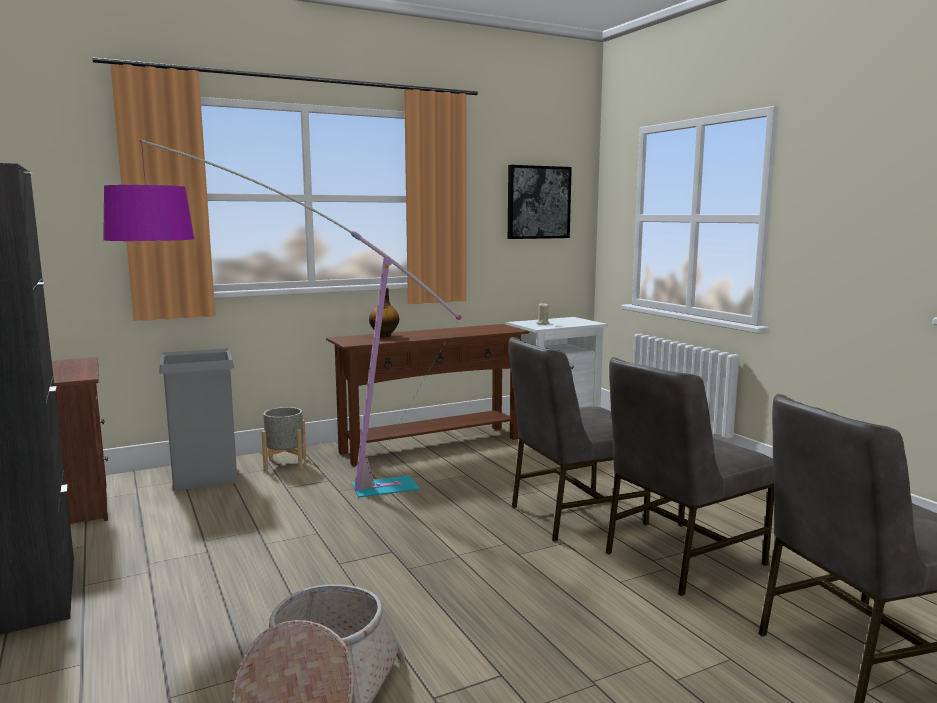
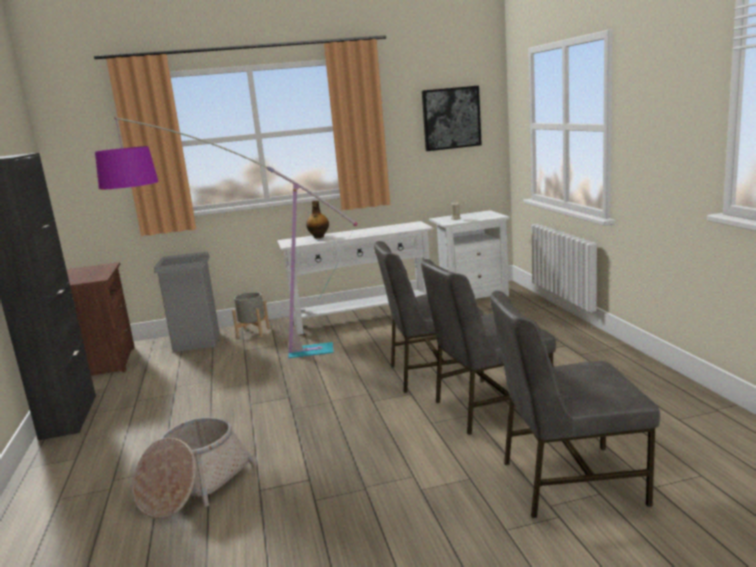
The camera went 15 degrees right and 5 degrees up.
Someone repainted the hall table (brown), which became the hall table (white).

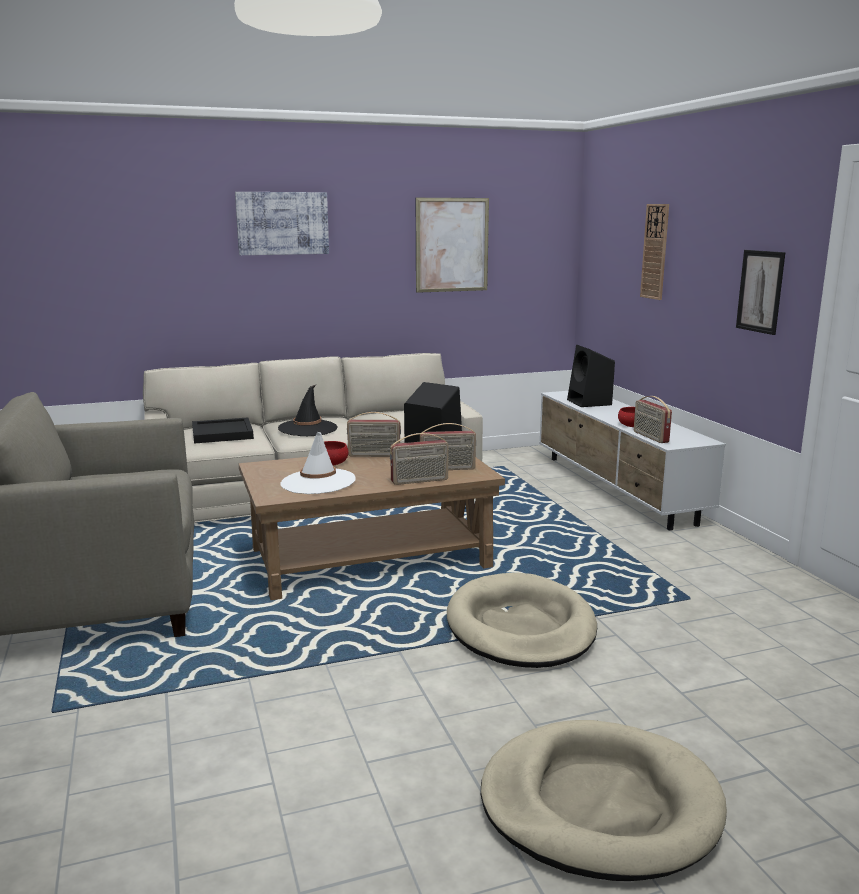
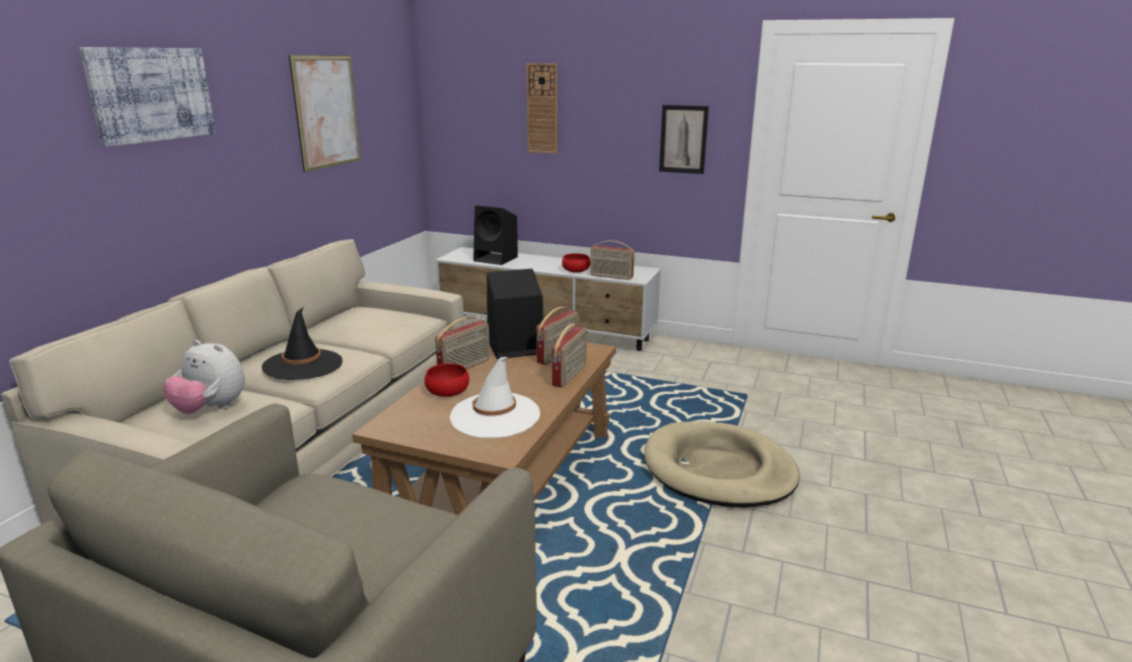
The camera went 50 degrees left and 5 degrees up.
Someone swapped the serving tray (black-coloured) for the soft toy.
Someone took away the dog bed (beige-coloured) (2nd from left).

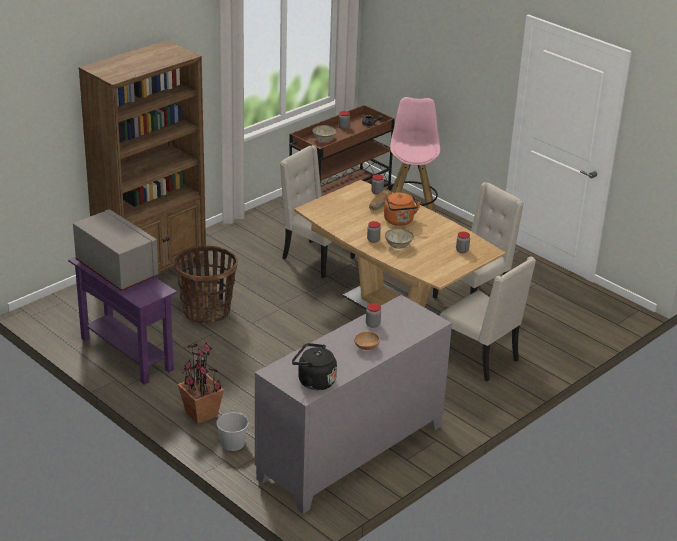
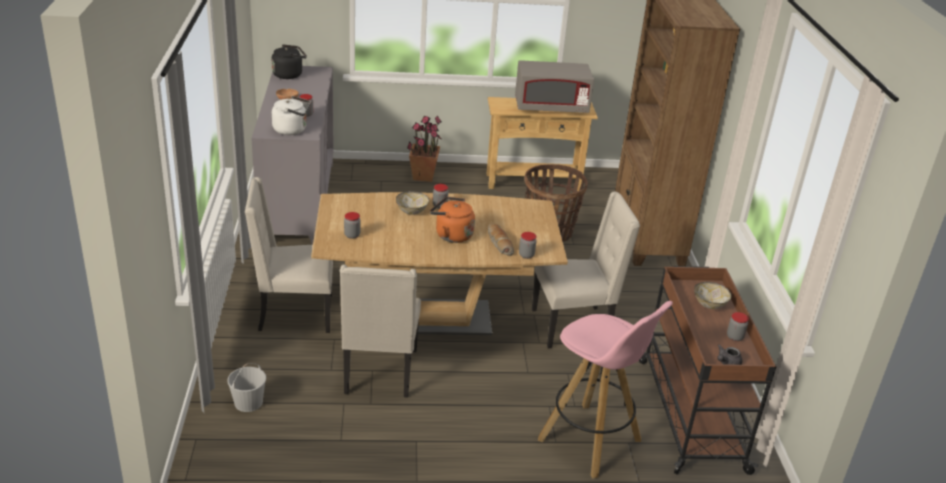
The camera went 130 degrees right and 0 degrees up.
Someone repainted the hall table (purple), which became the hall table (beige-coloured).
Someone carried the water bucket (white).
Someone put down the kettle (white).

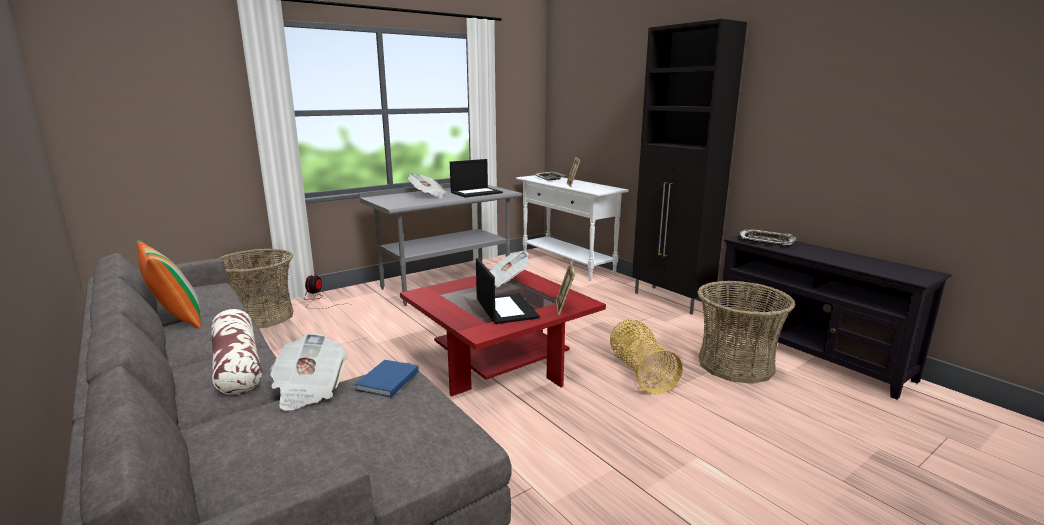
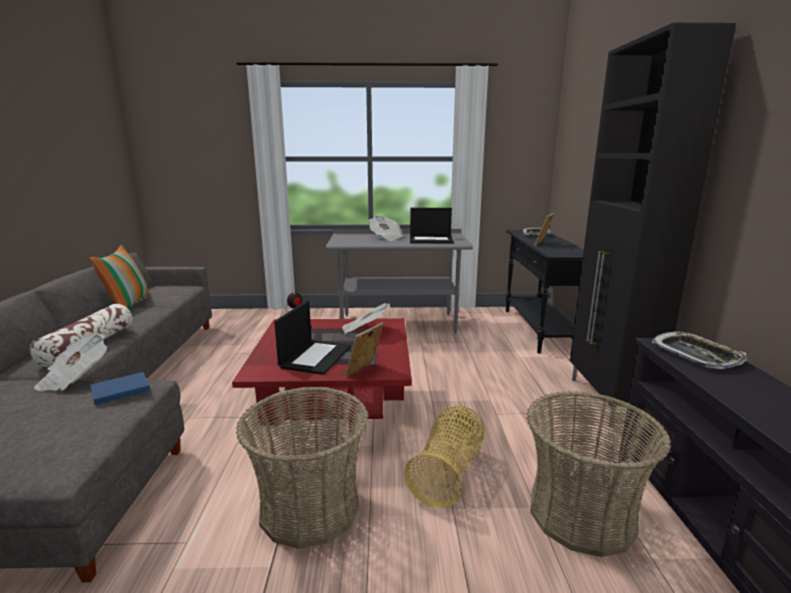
The camera went 35 degrees right and 0 degrees up.
Someone carried the household basket (1st from left).
Someone repainted the hall table (white), which became the hall table (black-coloured).

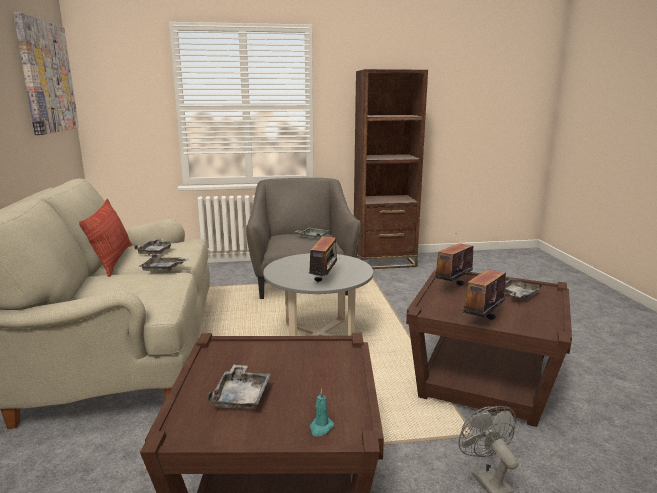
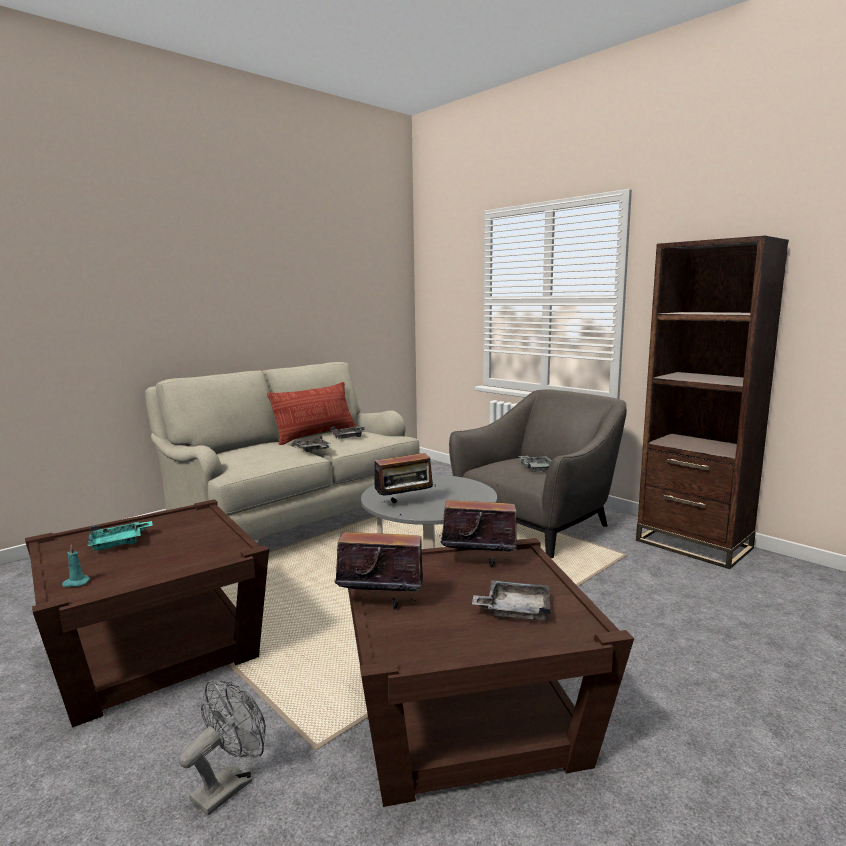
The camera went 55 degrees right and 5 degrees down.
Someone took away the picture.
Someone repainted the serving tray (grey) (3rd from left), which became the serving tray (turquoise).

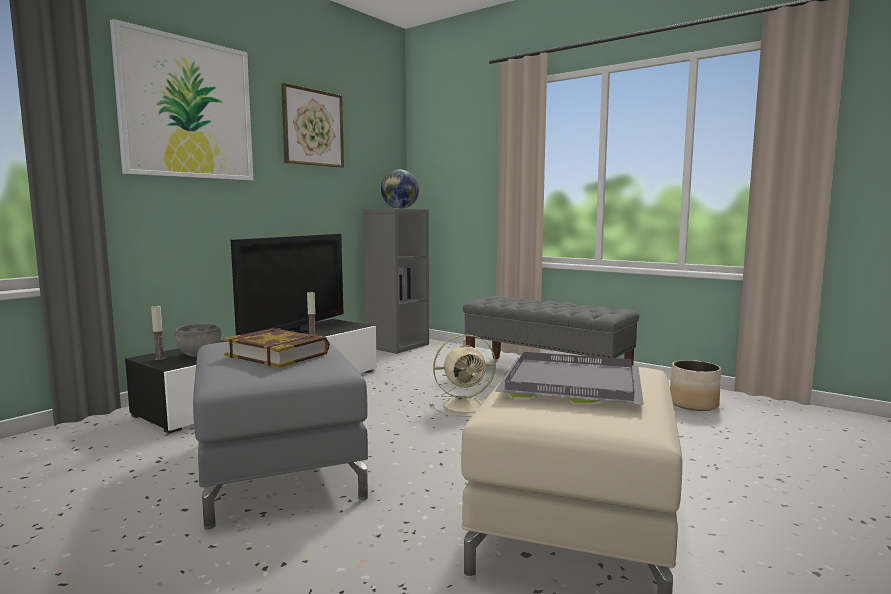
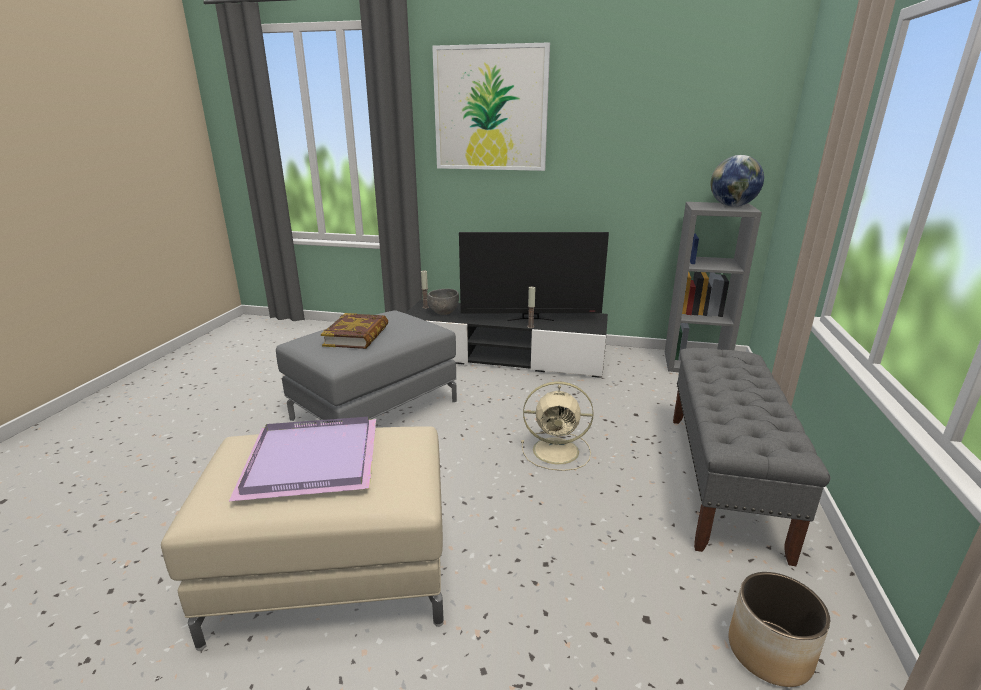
The camera went 65 degrees right and 15 degrees up.
Someone took away the picture (2nd from left).
Someone rotated the electric fan (beige-coloured) by 45 degrees counterclockwise.
Someone repainted the serving tray (grey), which became the serving tray (purple).

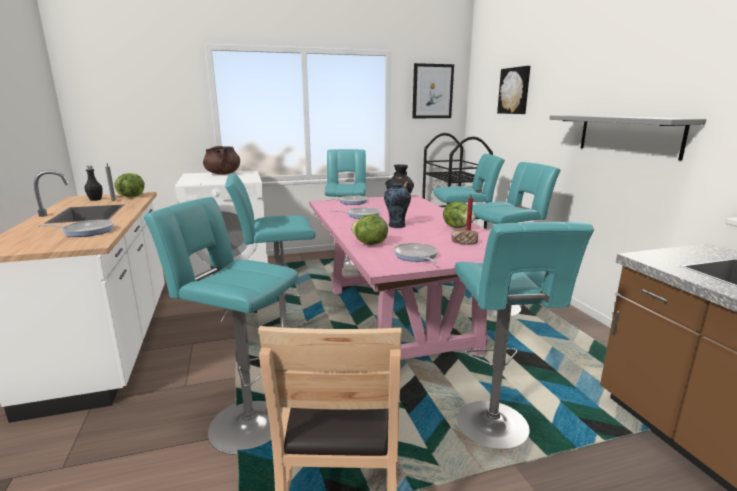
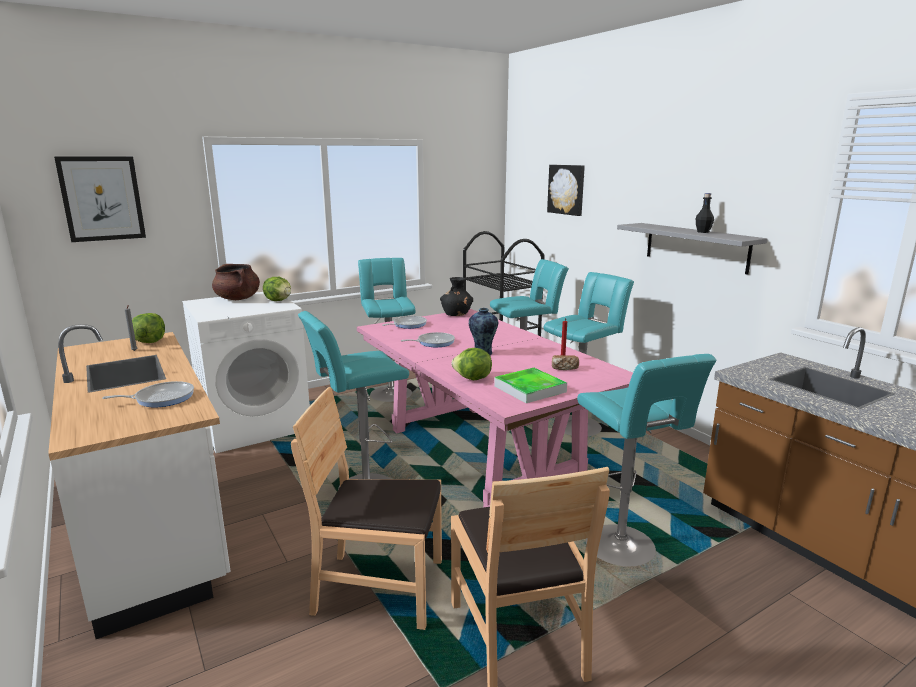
The camera went 15 degrees left and 0 degrees up.
Someone carried the beverage bottle (black-coloured).
Someone swapped the stool (turquoise) (1st from left) for the plain chair (brown) (1st from left).
Someone swapped the skillet (4th from left) for the serving tray.
Someone carried the picture (1st from left).
Someone carried the head of lettuce (3rd from left in the first image).

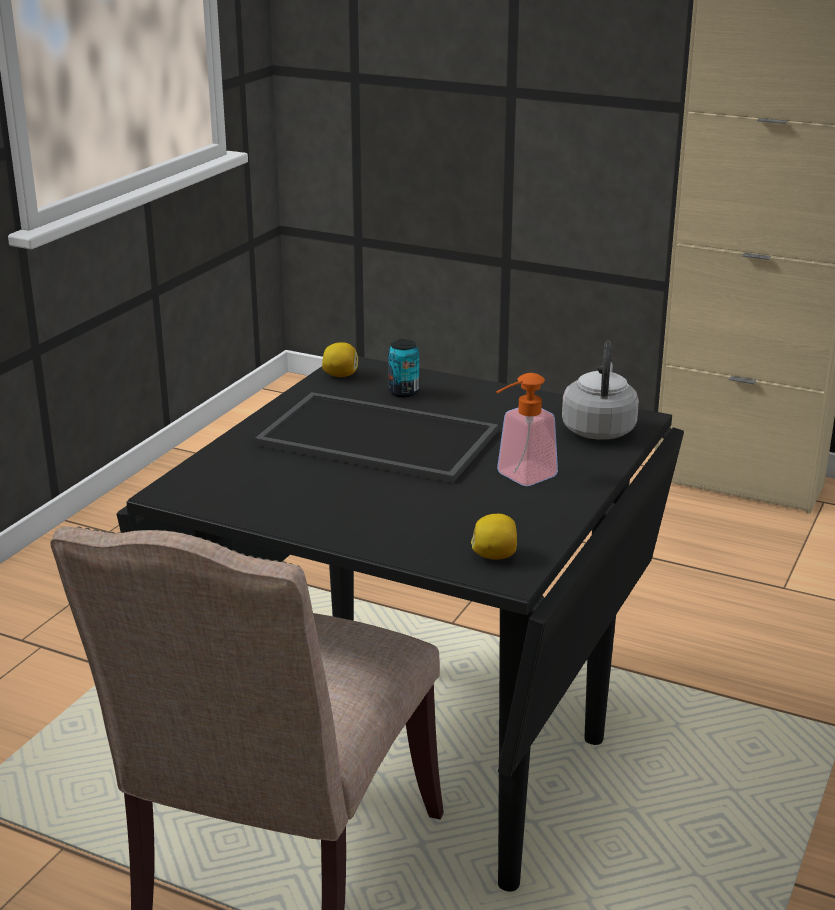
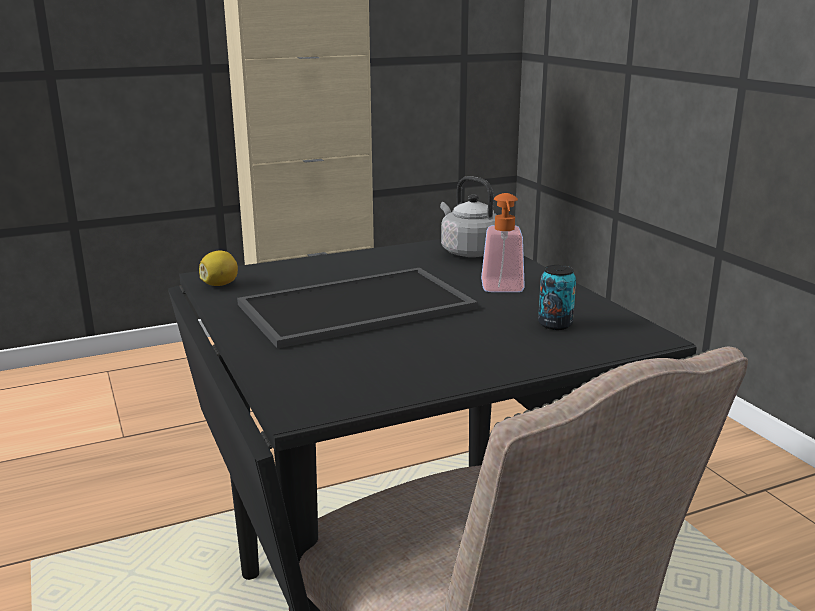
The camera went 50 degrees left and 5 degrees down.
Someone carried the sealed can.
Someone took away the citrus fruit (2nd from left).

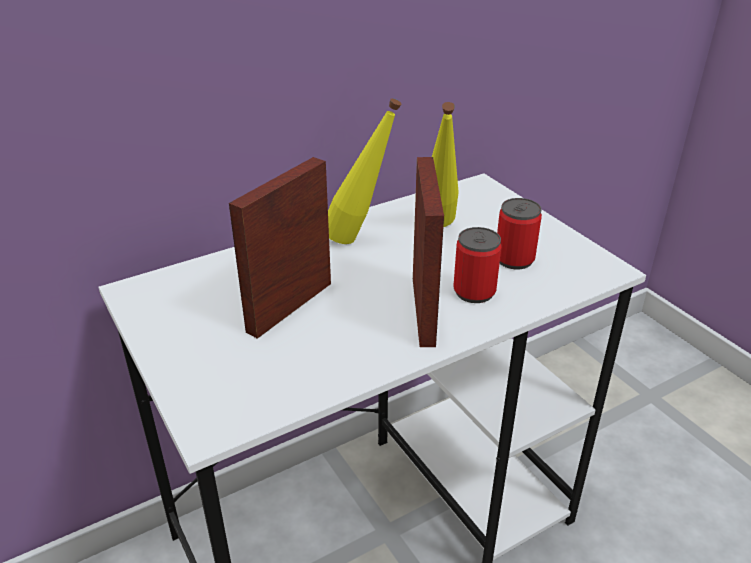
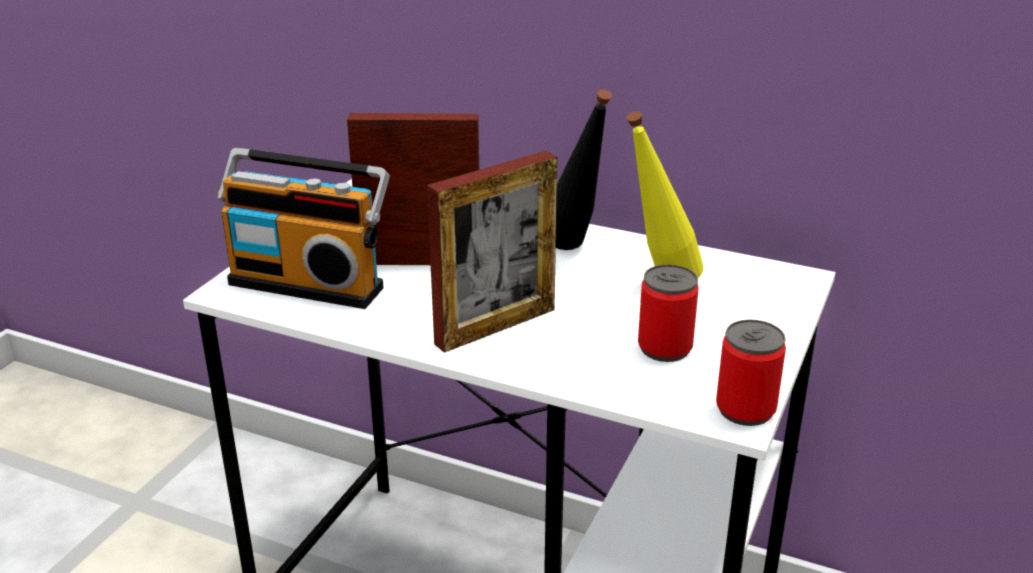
The camera went 55 degrees right and 5 degrees down.
Someone repainted the beverage bottle (yellowish) (1st from left), which became the beverage bottle (black-coloured).
Someone carried the sealed can (1st from left in the first image).
Someone put down the radio set.

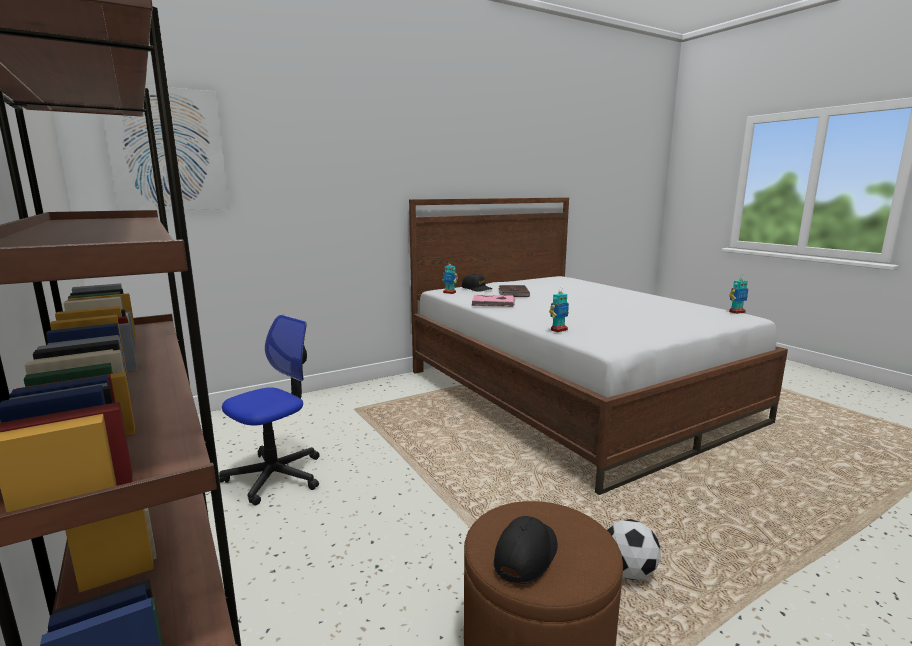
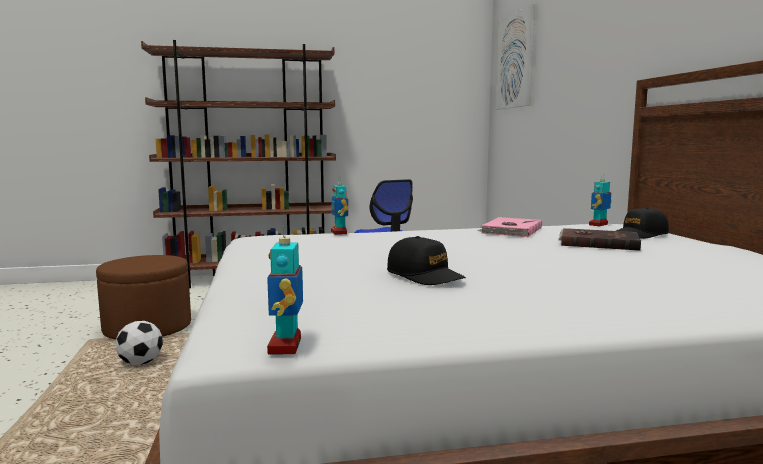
The camera went 110 degrees right and 5 degrees down.
Someone carried the peaked cap (black-coloured) (2nd from left in the first image).

